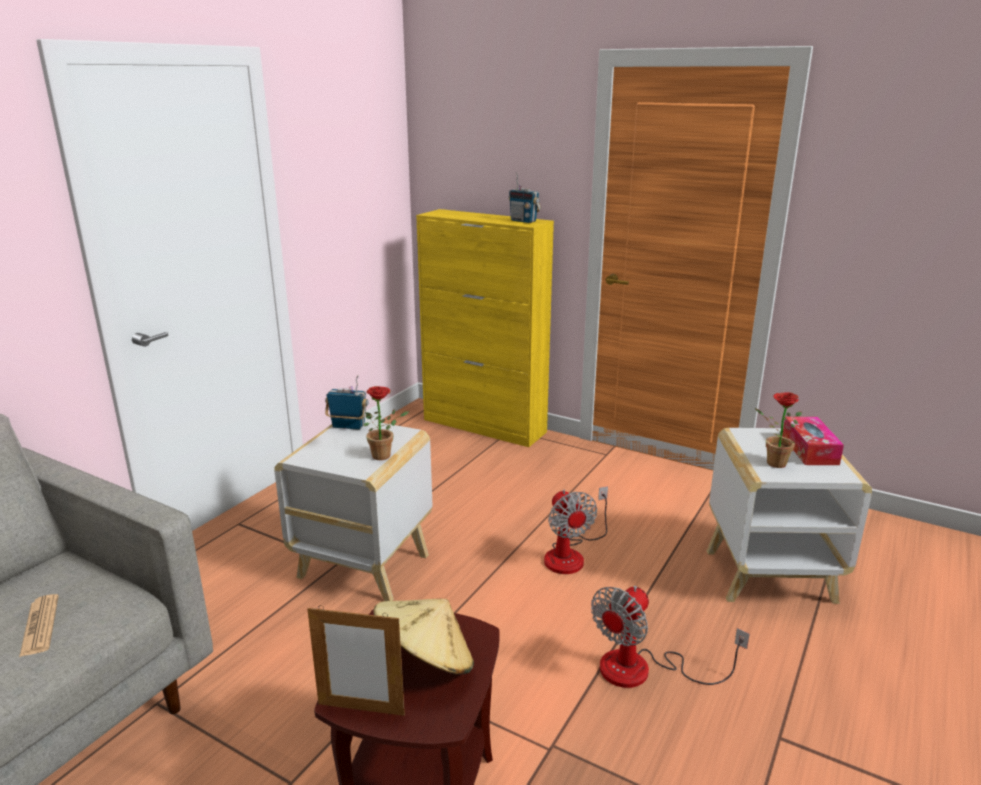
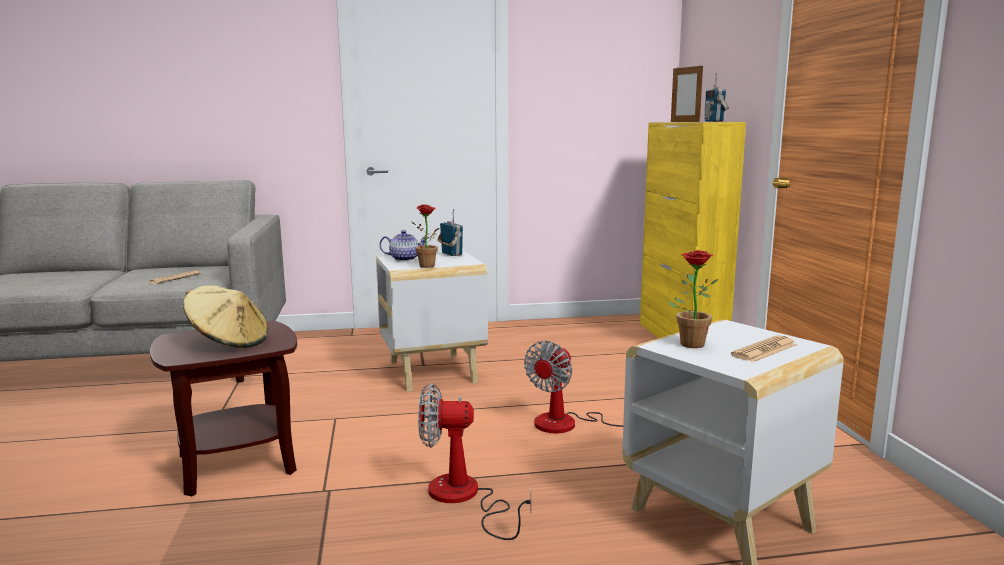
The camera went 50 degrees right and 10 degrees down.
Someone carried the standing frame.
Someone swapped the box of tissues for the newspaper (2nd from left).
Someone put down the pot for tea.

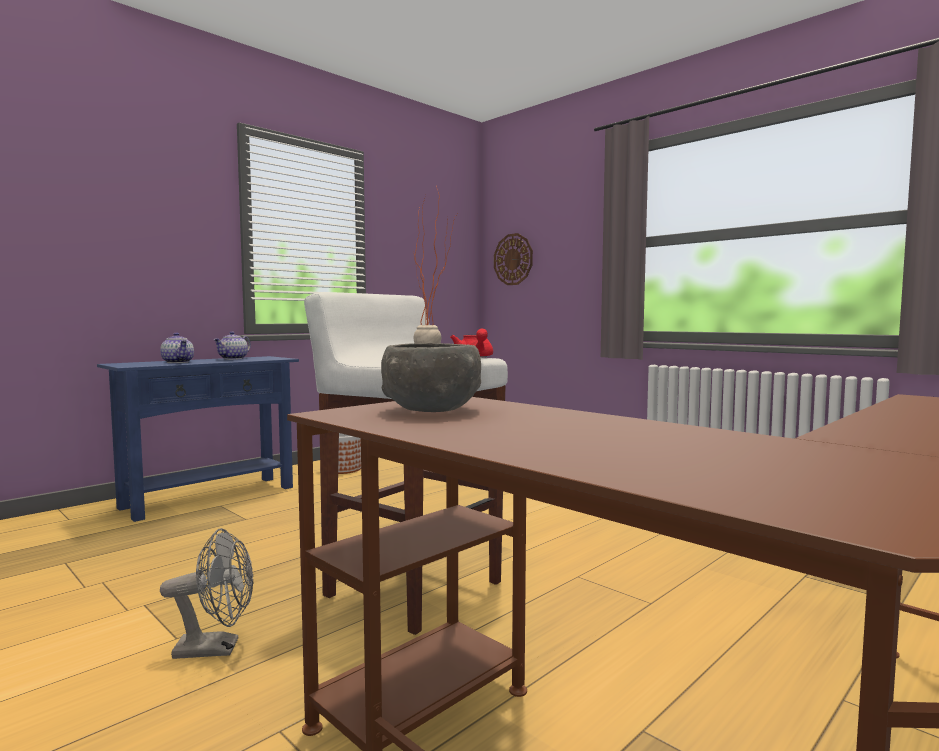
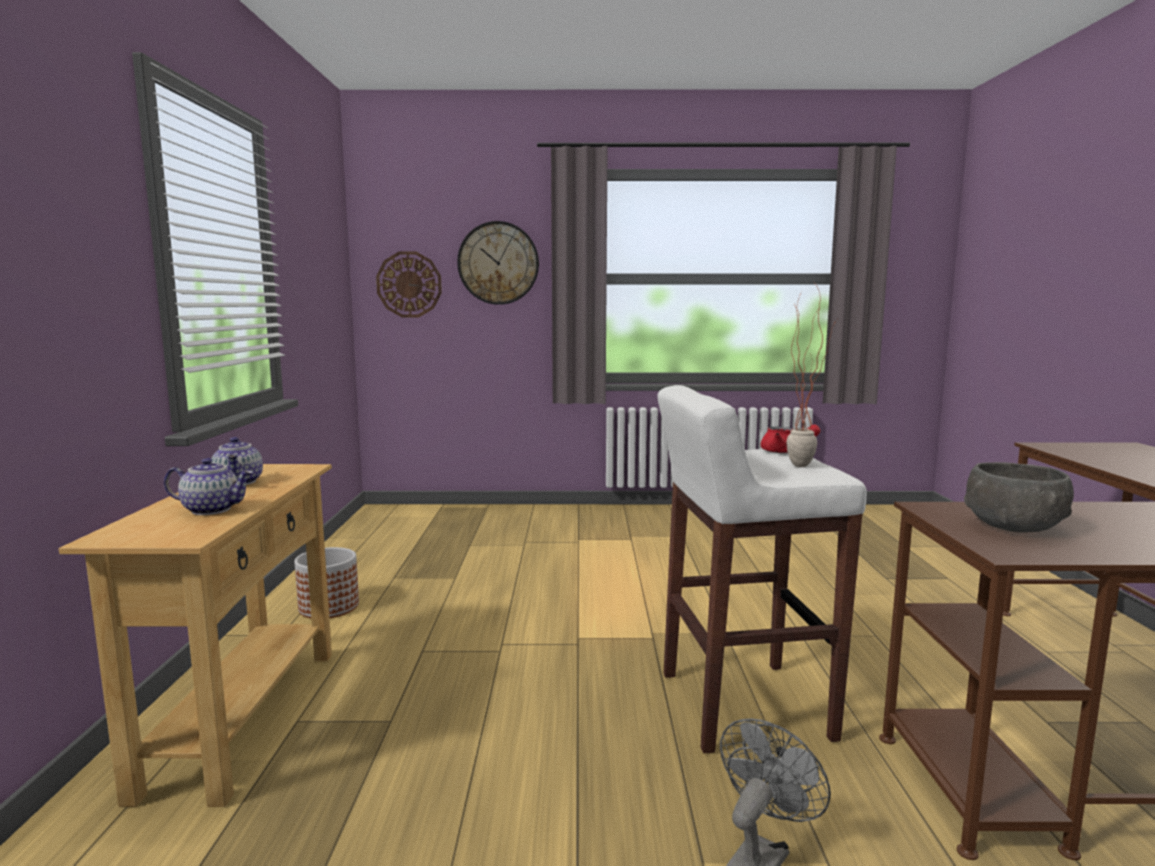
The camera went 45 degrees left and 5 degrees up.
Someone repainted the hall table (bluish), which became the hall table (beige-coloured).
Someone put up the wall clock (2nd from left).

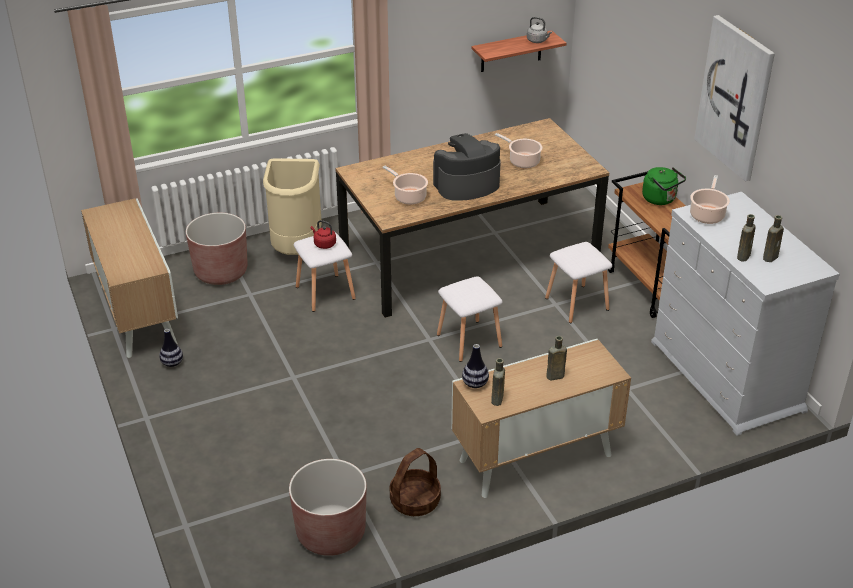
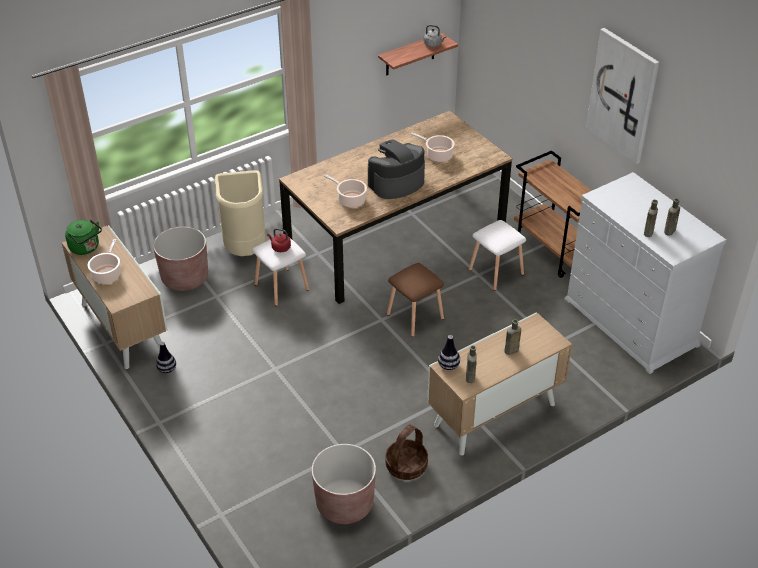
The camera went 10 degrees left and 5 degrees up.
Someone repainted the stool (white) (2nd from left), which became the stool (brown).
Someone carried the kettle (greenish).
Someone carried the stockpot (3rd from left in the first image).

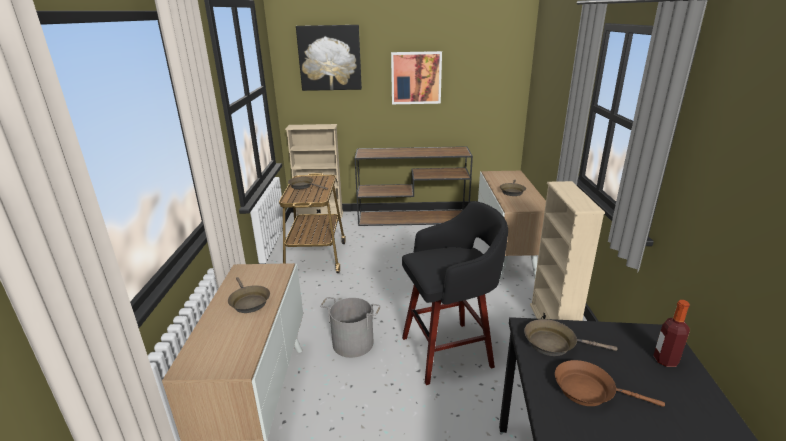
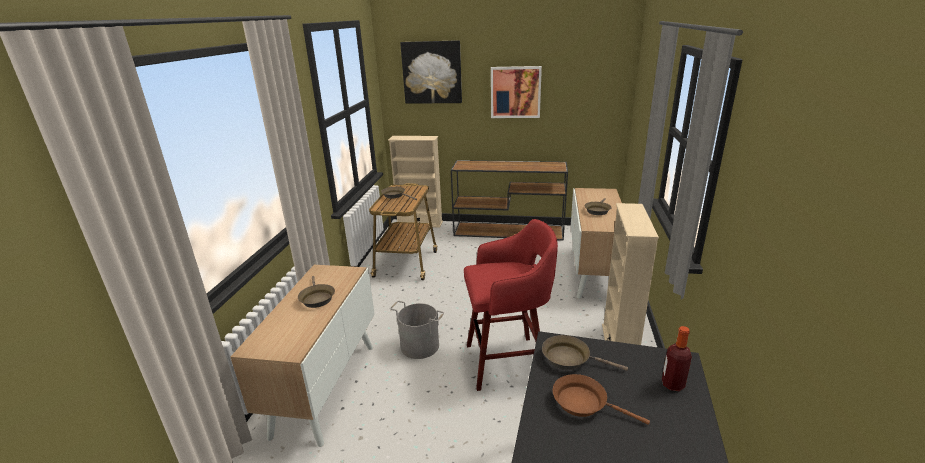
The camera went 10 degrees right and 0 degrees up.
Someone repainted the stool (black-coloured), which became the stool (reddish).

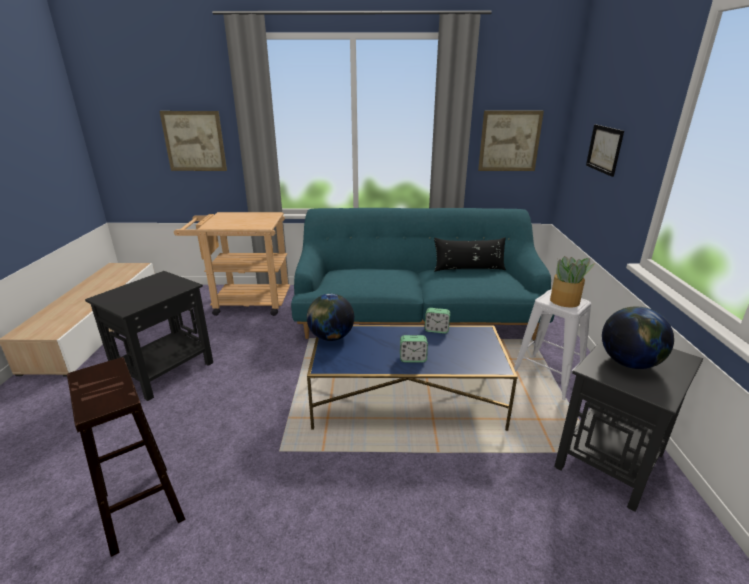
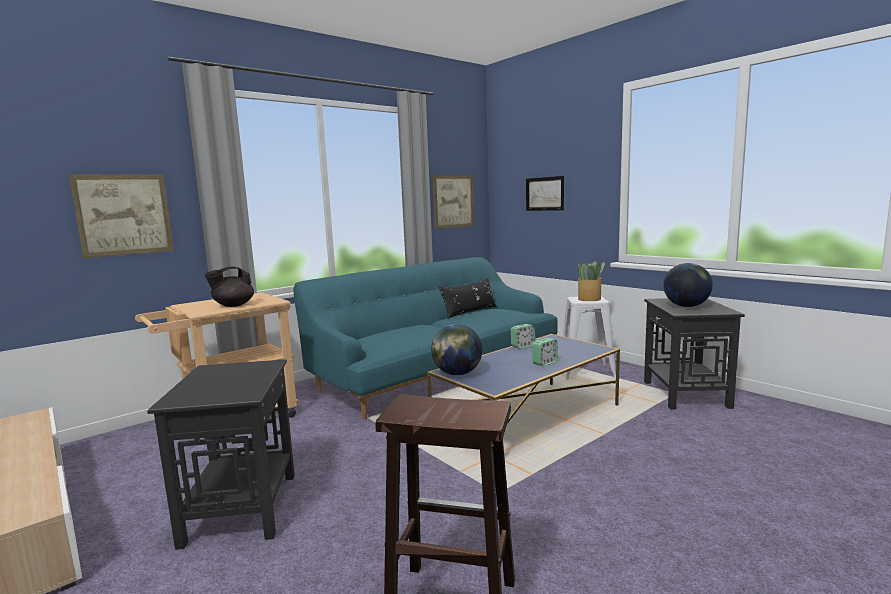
The camera went 40 degrees left and 15 degrees down.
Someone put down the pot for tea (black-coloured).

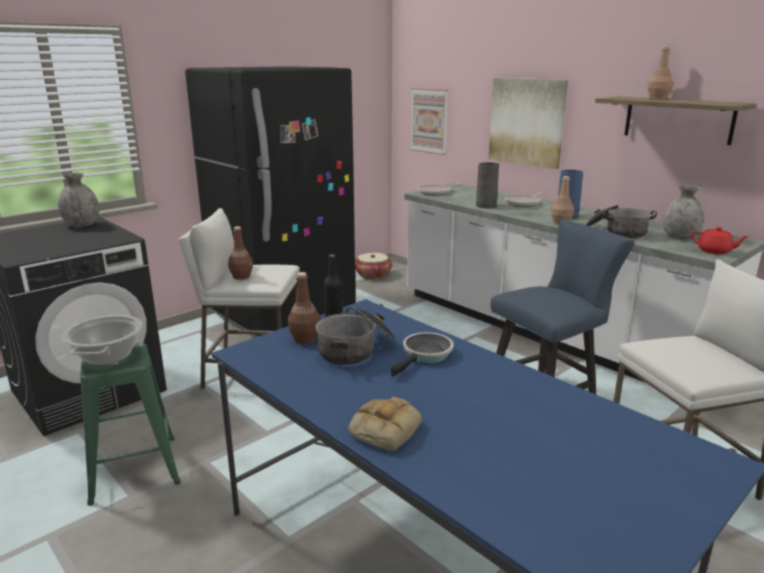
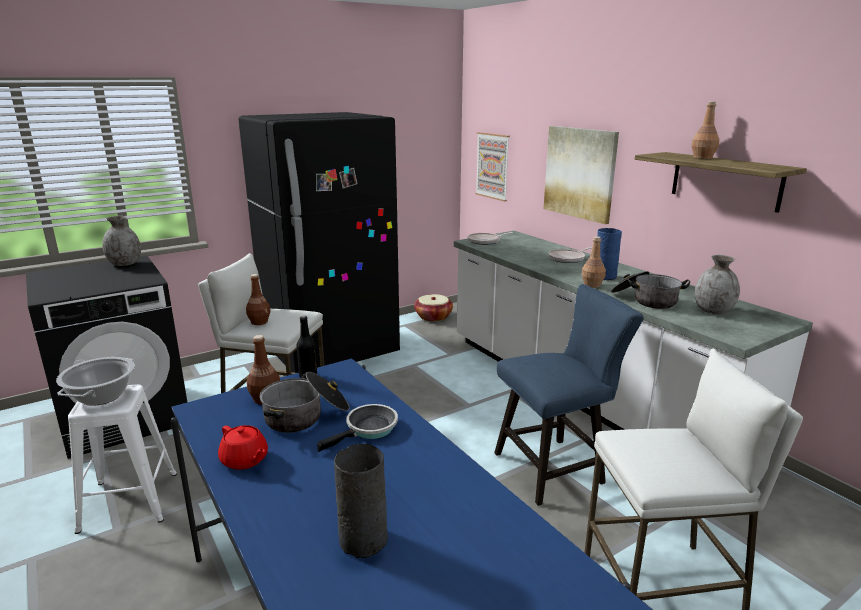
The camera went 10 degrees right and 0 degrees up.
Someone repainted the stool (greenish), which became the stool (white) (1st from left).
Someone took away the bakery bread.
Someone carried the vase (grey) (2nd from left).
Someone carried the pot for tea (reddish).

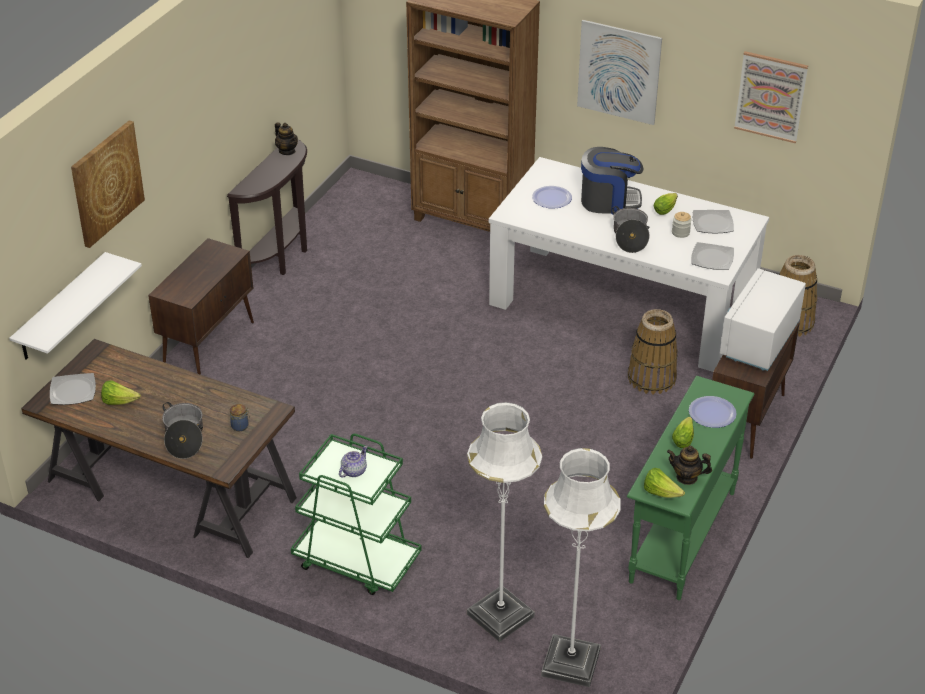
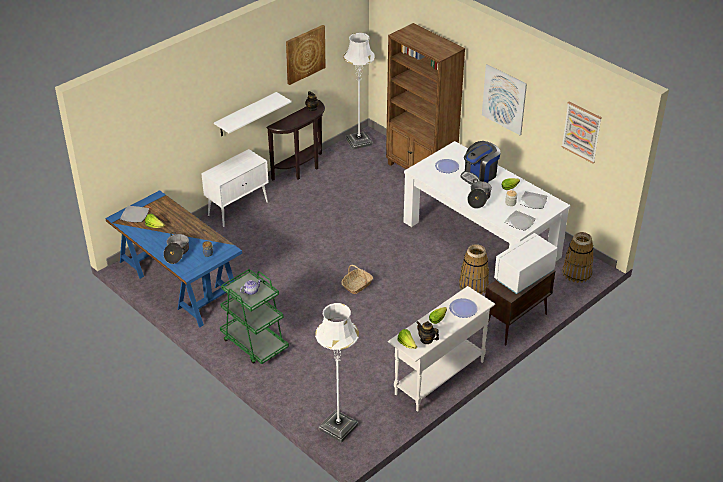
The camera went 20 degrees right and 0 degrees up.
Someone carried the wall shelf (white).
Someone repainted the desk (brown), which became the desk (bluish).
Someone carried the picture (1st from left).
Someone repainted the storage cabinet (brown) (1st from left), which became the storage cabinet (white).
Someone carried the standing lamp (white) (1st from left in the first image).
Someone rotated the coffee brewer by 120 degrees clockwise.
Someone repainted the hall table (greenish), which became the hall table (white).
Someone put down the household basket (1st from left).

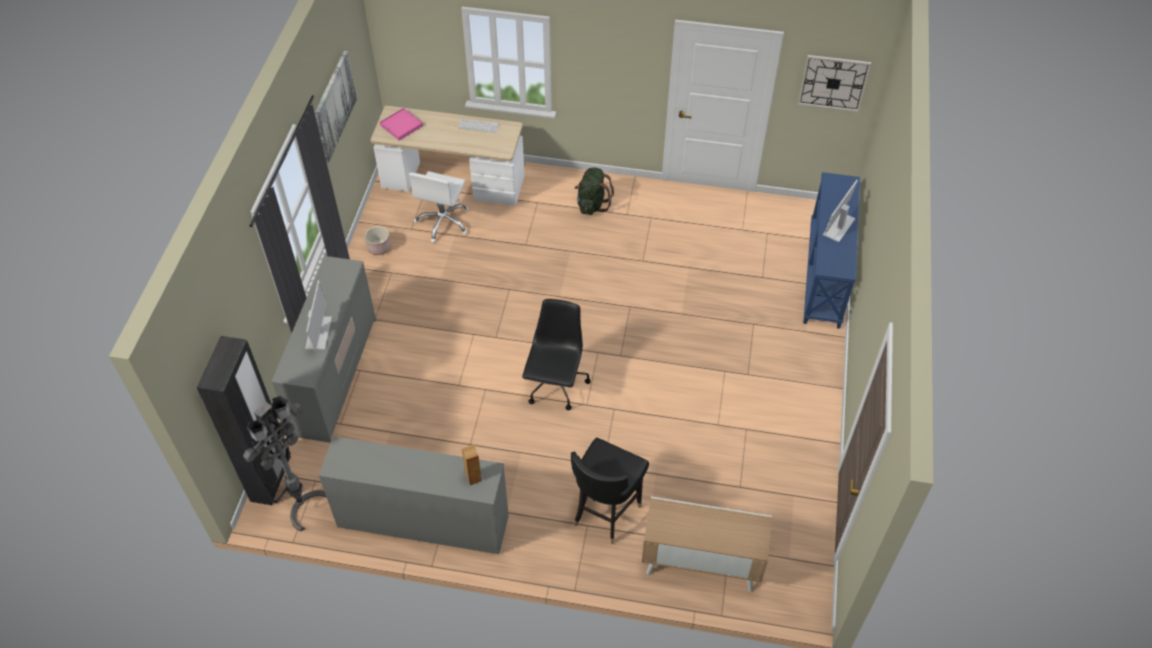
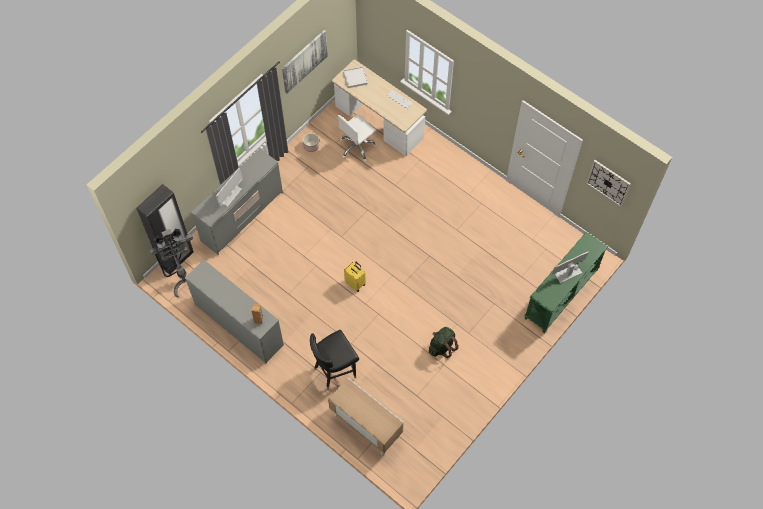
The camera went 30 degrees right and 10 degrees up.
Someone repainted the serving tray (pinkish), which became the serving tray (white).
Someone swapped the computer chair (black-coloured) for the suitcase (yellowish).
Someone carried the backpack (greenish).
Someone repainted the hall table (bluish), which became the hall table (greenish).

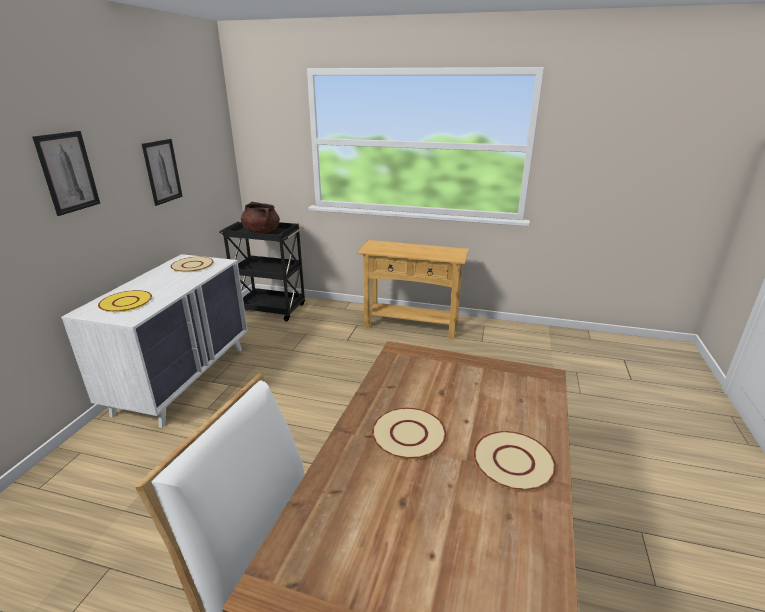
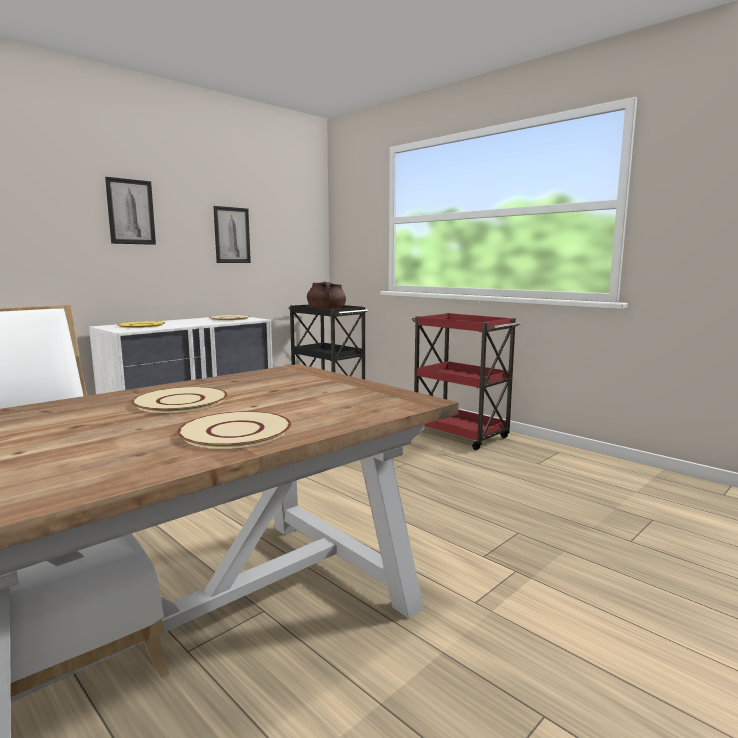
The camera went 30 degrees right and 15 degrees down.
Someone swapped the hall table (beige-coloured) for the trolley (reddish).

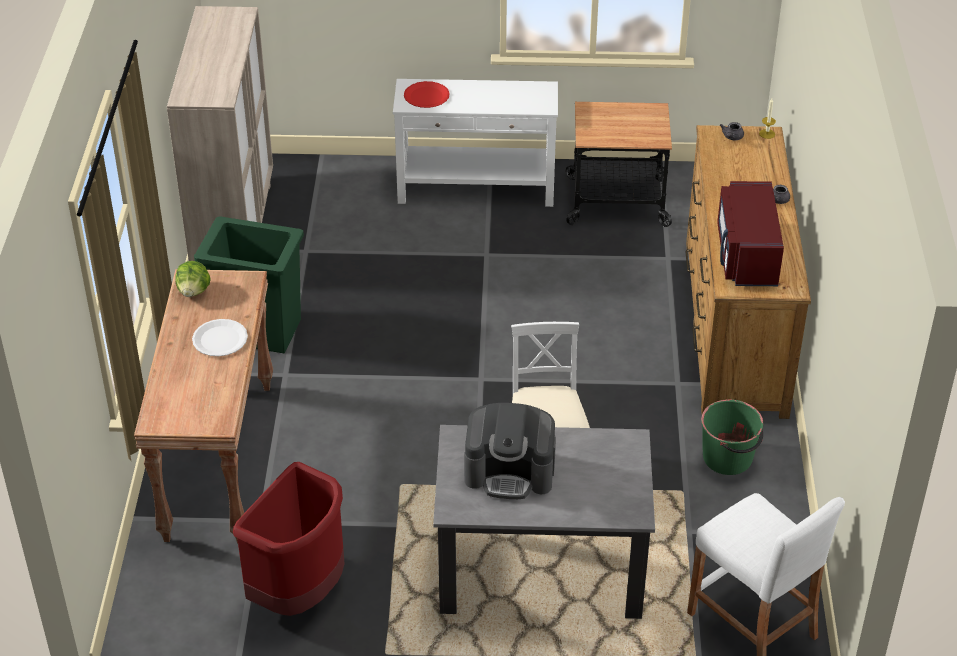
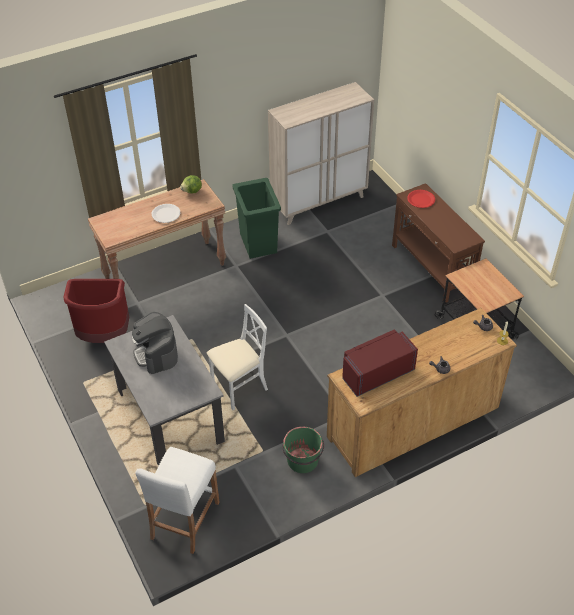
The camera went 60 degrees right and 5 degrees up.
Someone repainted the hall table (white), which became the hall table (brown) (2nd from left).

